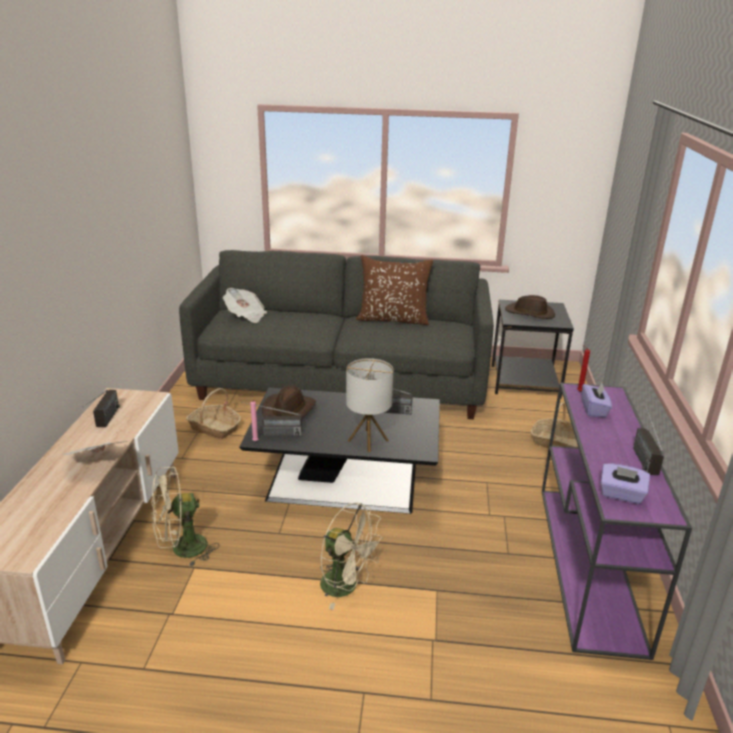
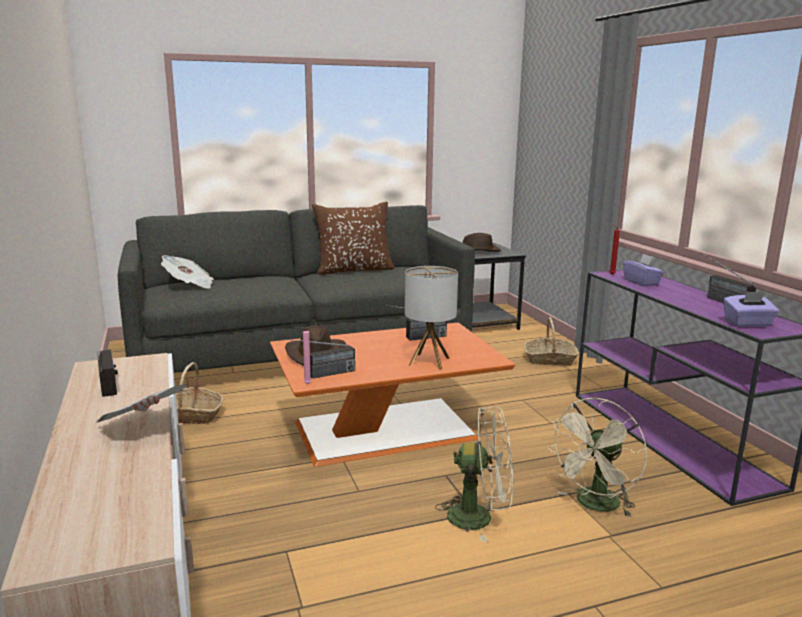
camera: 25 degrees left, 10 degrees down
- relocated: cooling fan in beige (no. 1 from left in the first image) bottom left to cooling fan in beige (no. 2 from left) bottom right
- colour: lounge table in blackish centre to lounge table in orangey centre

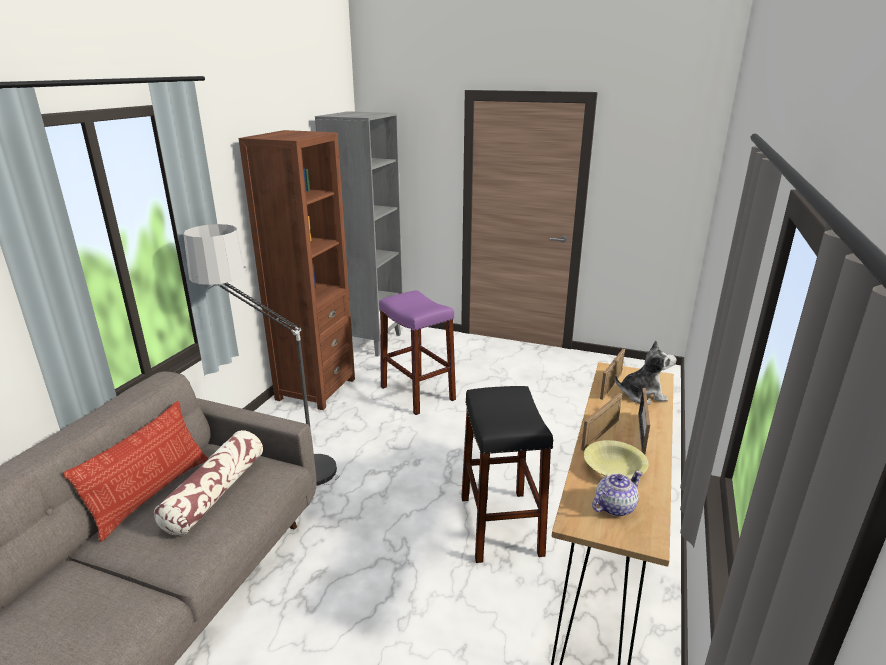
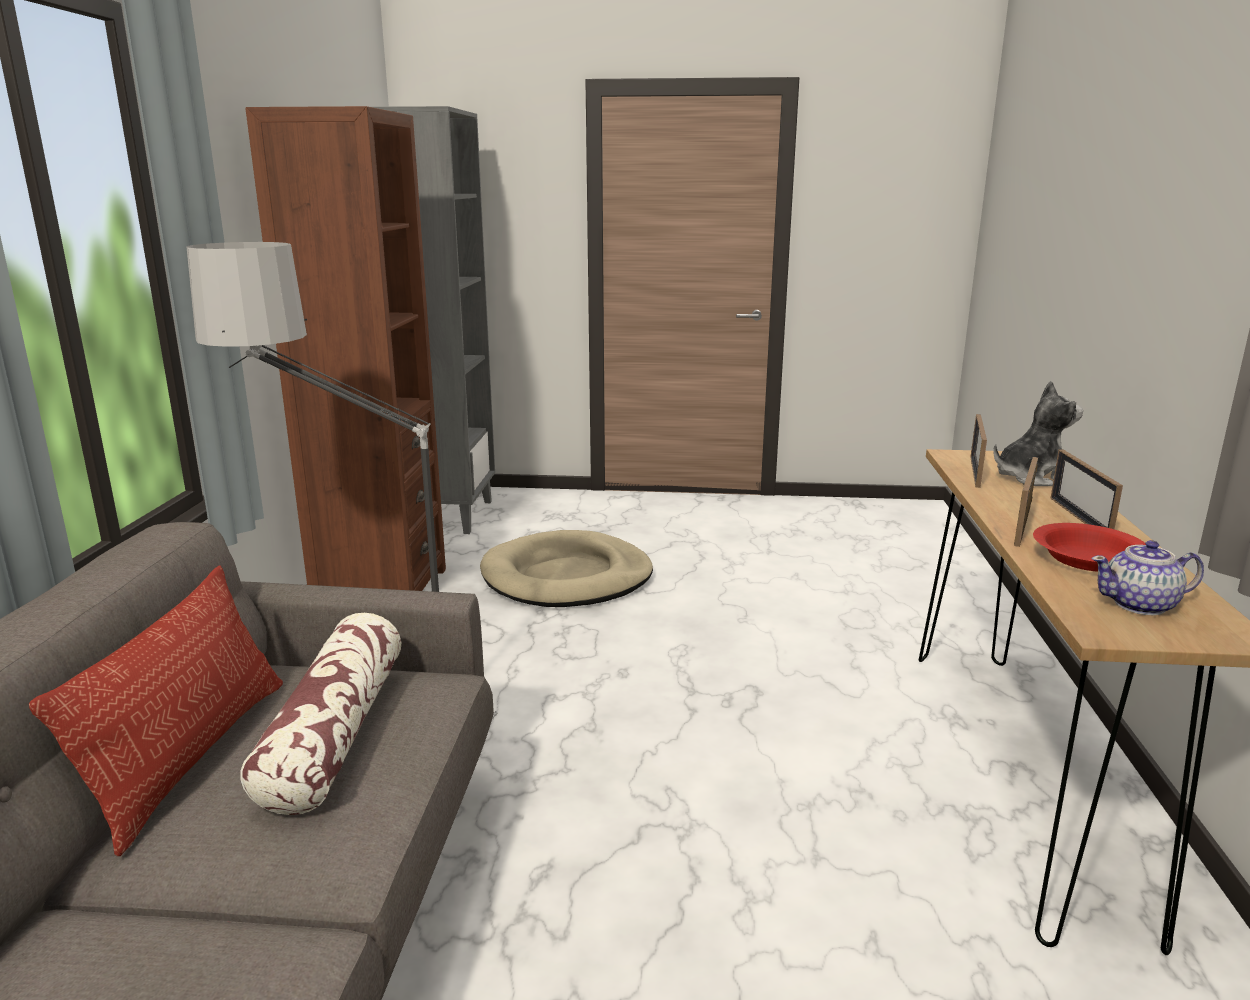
camera: 15 degrees left, 5 degrees down
- missing: stool seat in blackish bottom centre
- exchanged: stool seat in purplish centre to dog bed in beige centre
- colour: bowl in yellowish bottom right to bowl in red-coloured middle right
- spun: teapot bottom right = middle right 135 degrees counterclockwise

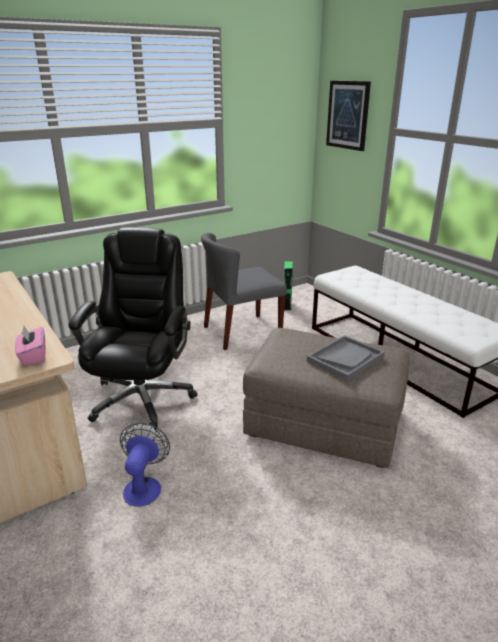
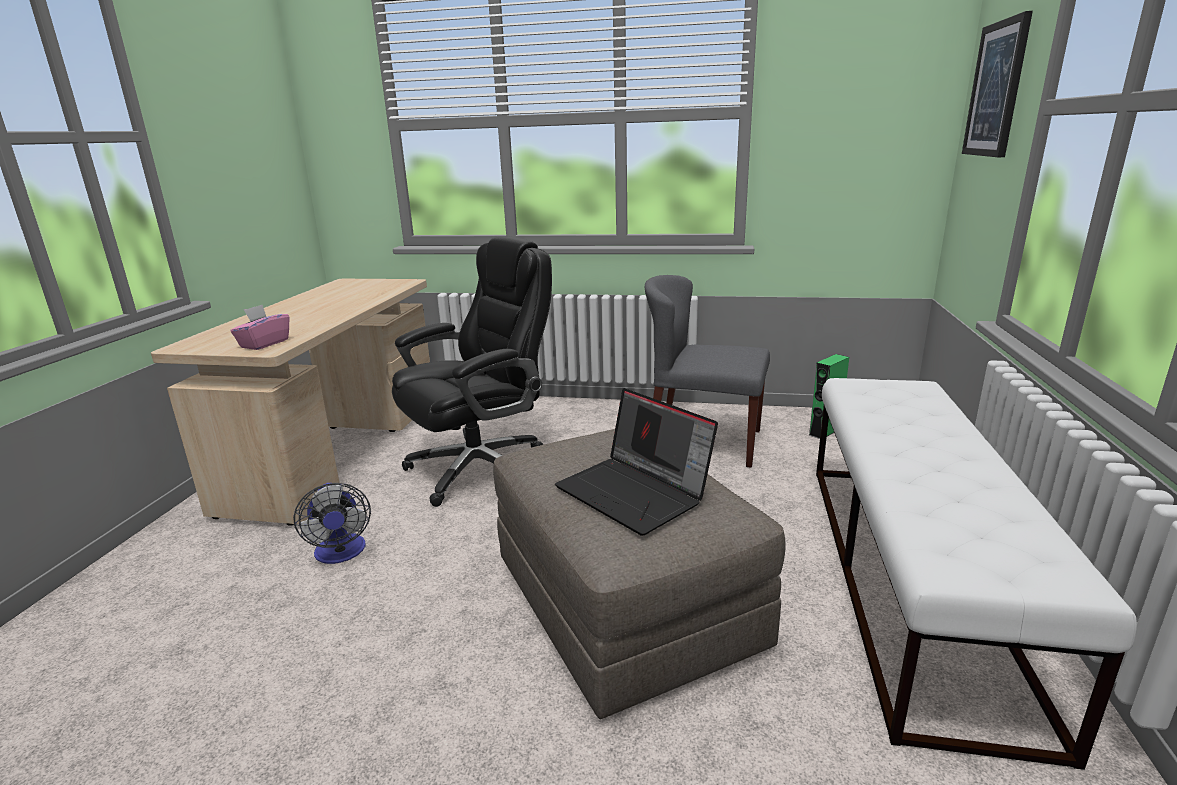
camera: 45 degrees right, 5 degrees down
- exchanged: tray in greyish middle right to laptop centre
- spun: cooling fan bottom left = middle left 105 degrees clockwise

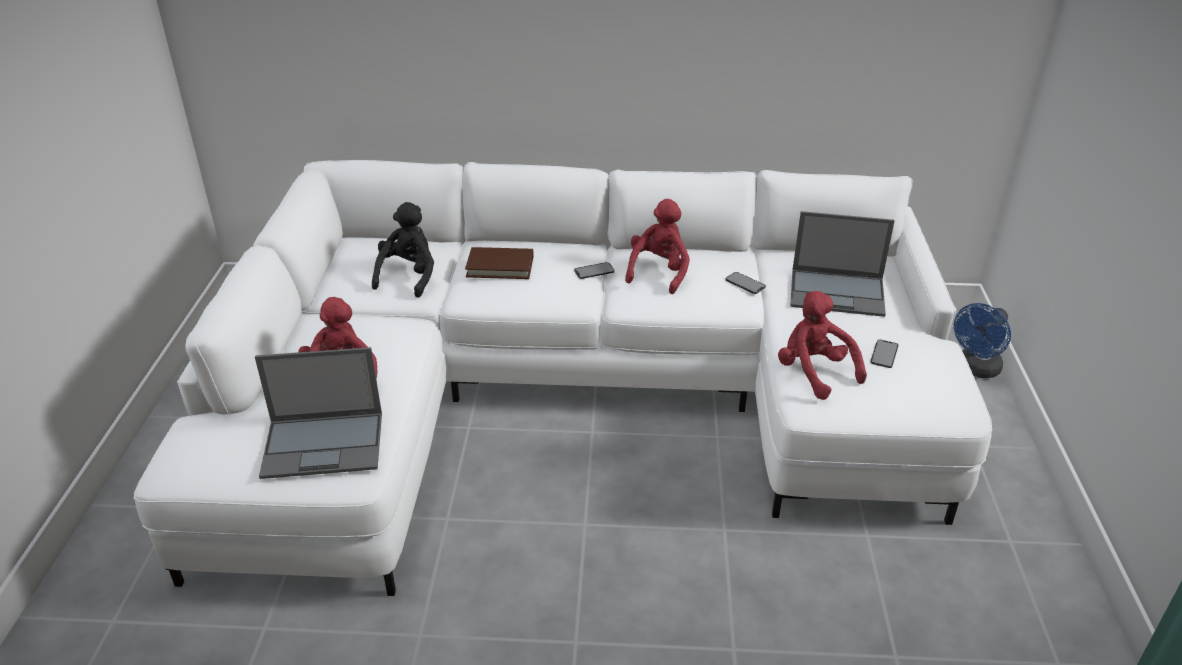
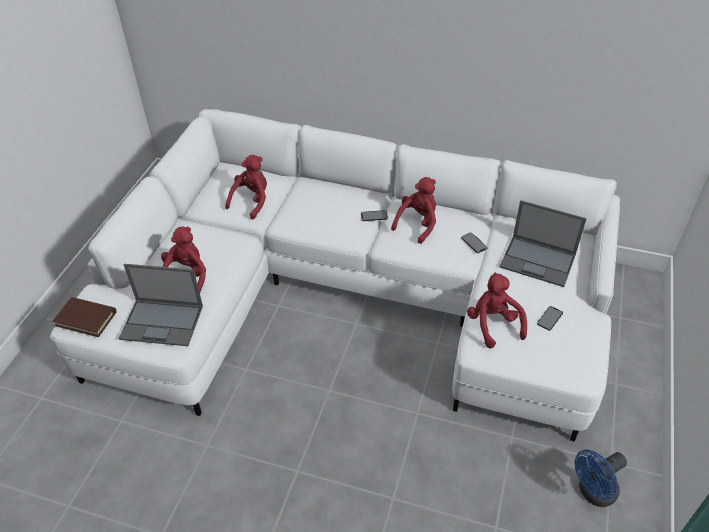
camera: 15 degrees right, 10 degrees up
- relocated: book in brownish centre to middle left
- relocated: cooling fan in blue-coloured middle right to bottom right
- colour: cuddly toy in blackish centre to cuddly toy in red-coloured (no. 2 from left) centre

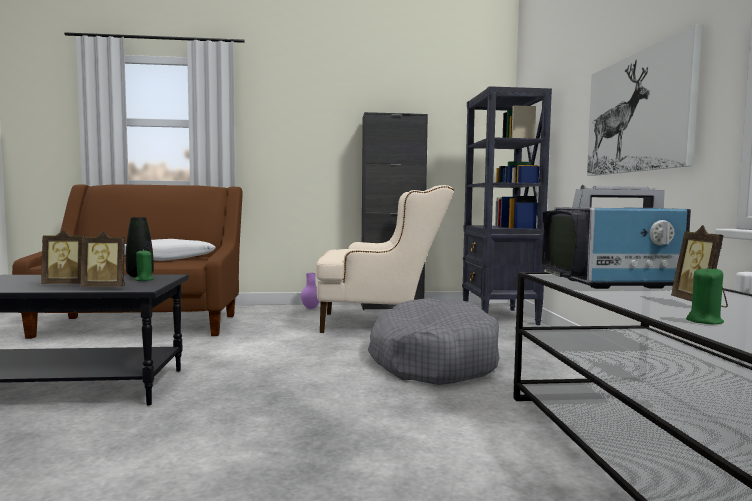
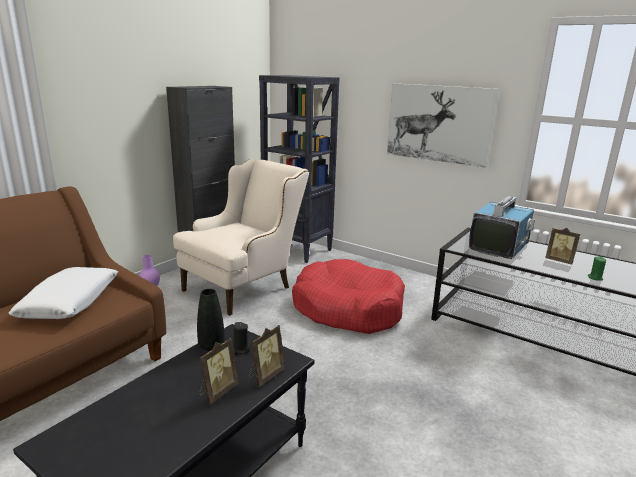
camera: 50 degrees left, 15 degrees up
- colour: wax candle in greenish (no. 1 from left) middle left to wax candle in blackish bottom centre
- colour: dog bed in greyish bottom centre to dog bed in red-coloured centre

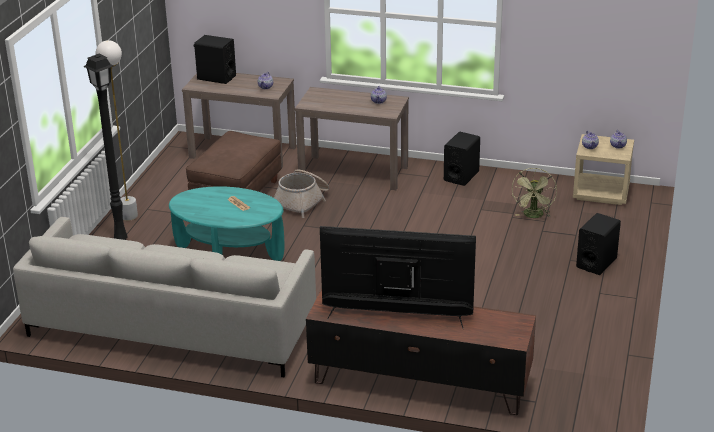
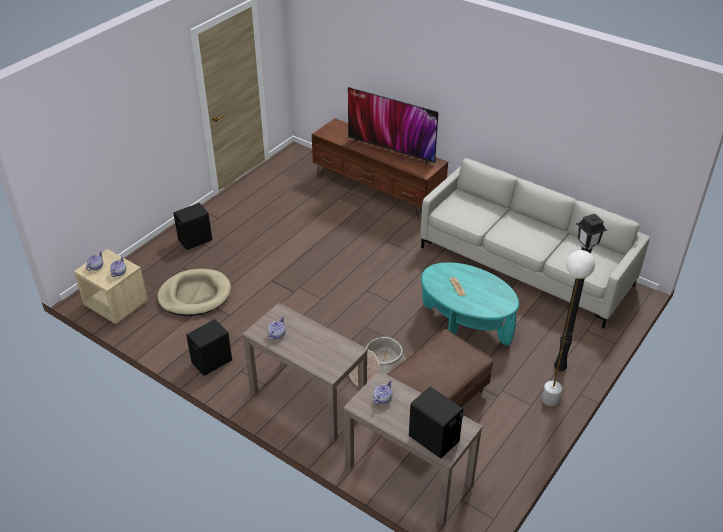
camera: 160 degrees left, 10 degrees up
- exchanged: cooling fan in greenish middle right to dog bed in beige middle left

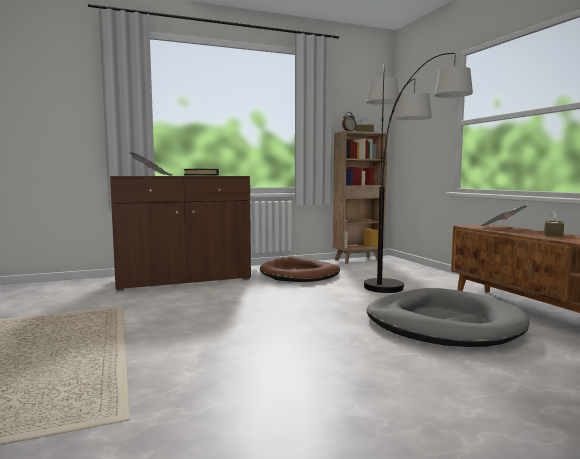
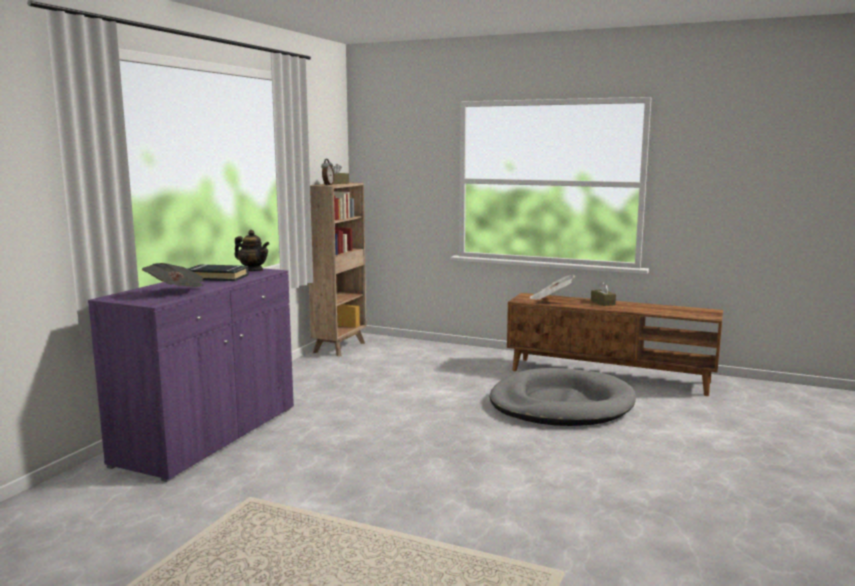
camera: 45 degrees left, 5 degrees up
- missing: dog bed in brownish centre
- missing: standing lamp middle right
- appeared: teapot middle left
- colour: cabinet in brownish middle left to cabinet in purplish middle left

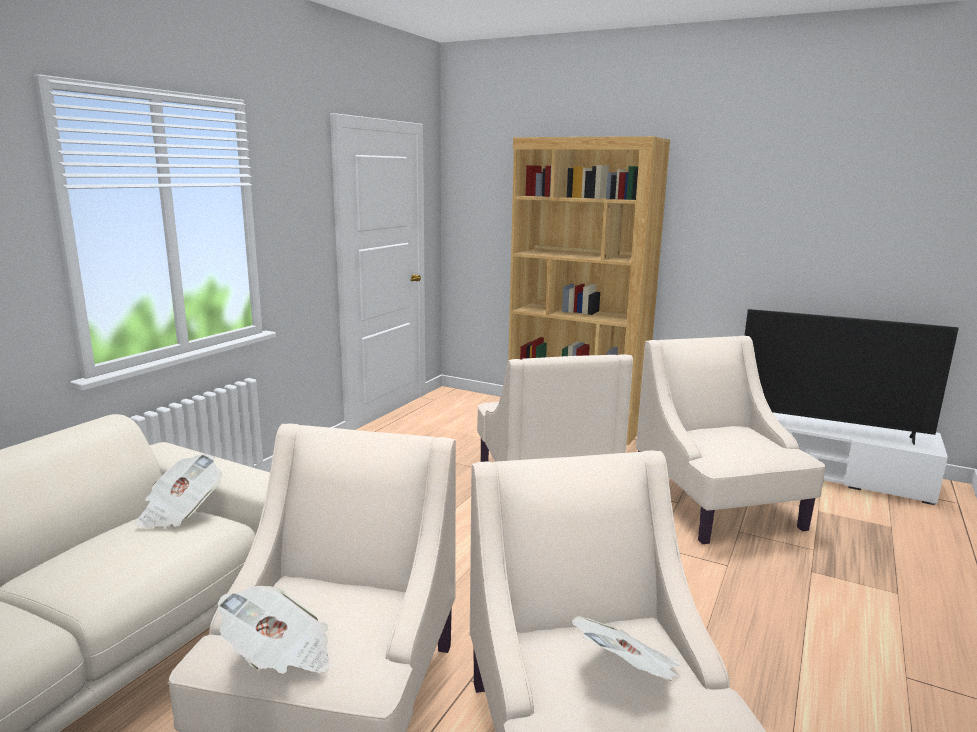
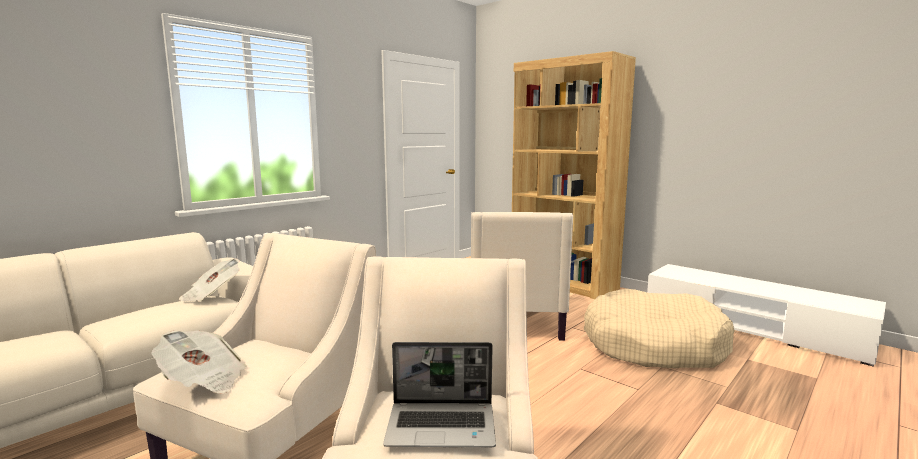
camera: 15 degrees right, 5 degrees down
- missing: television middle right
- exchanged: daily paper (no. 3 from left) bottom centre to laptop bottom centre
- exchanged: armchair in beige (no. 4 from left) middle right to dog bed in beige bottom right

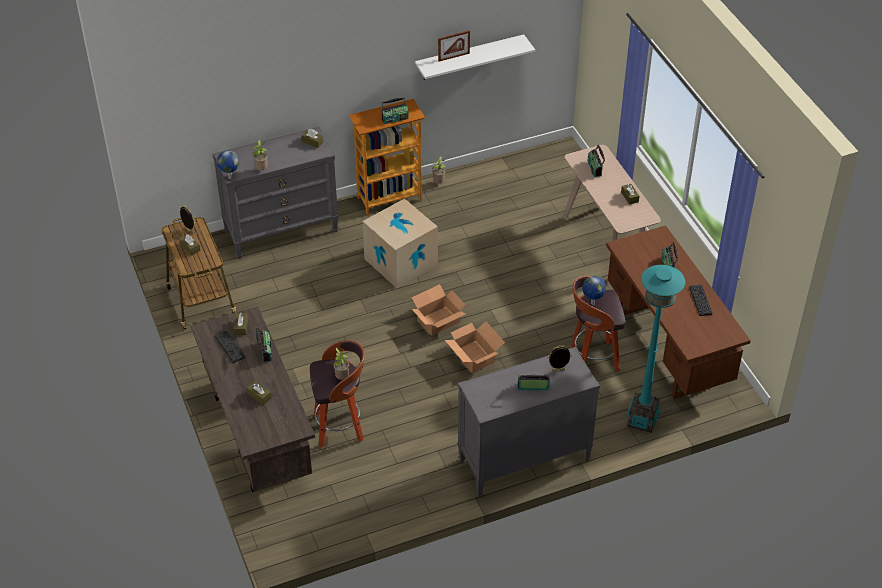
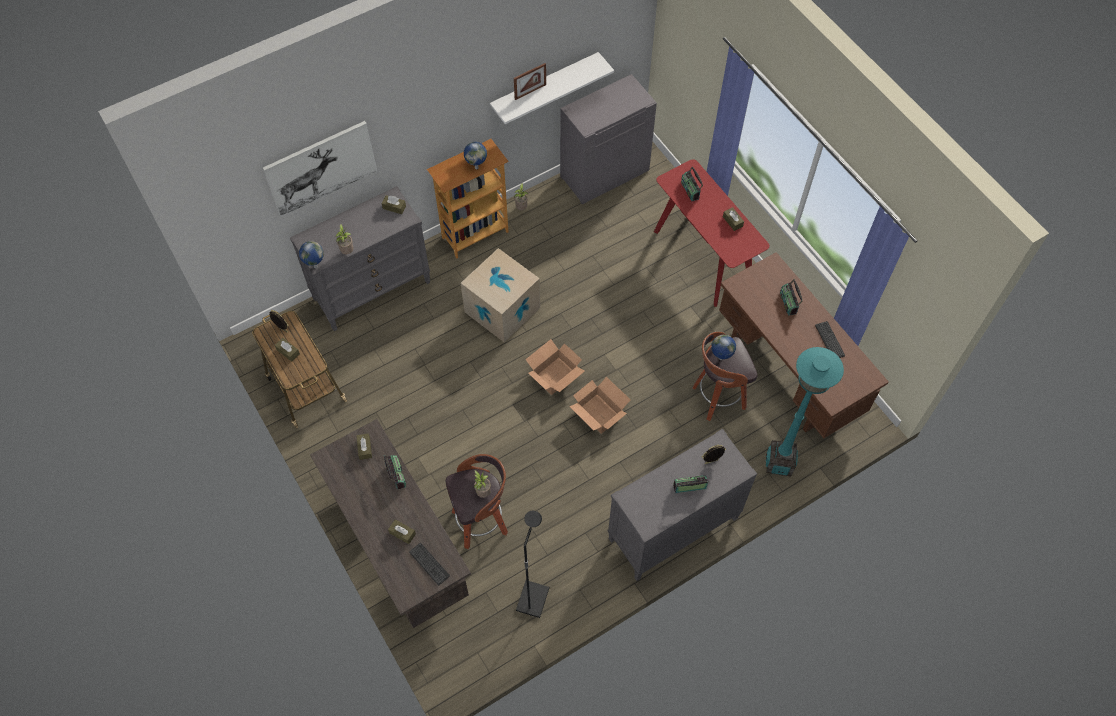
camera: 10 degrees left, 15 degrees up
- appeared: wall art top left
- appeared: standing lamp in blackish bottom centre
- appeared: cabinet in greyish top centre
- relocated: computer keyboard (no. 1 from left) middle left to bottom centre
- exchanged: radio (no. 2 from left) top centre to world globe (no. 2 from left) top centre
- colour: console table in beige middle right to console table in red-coloured top centre

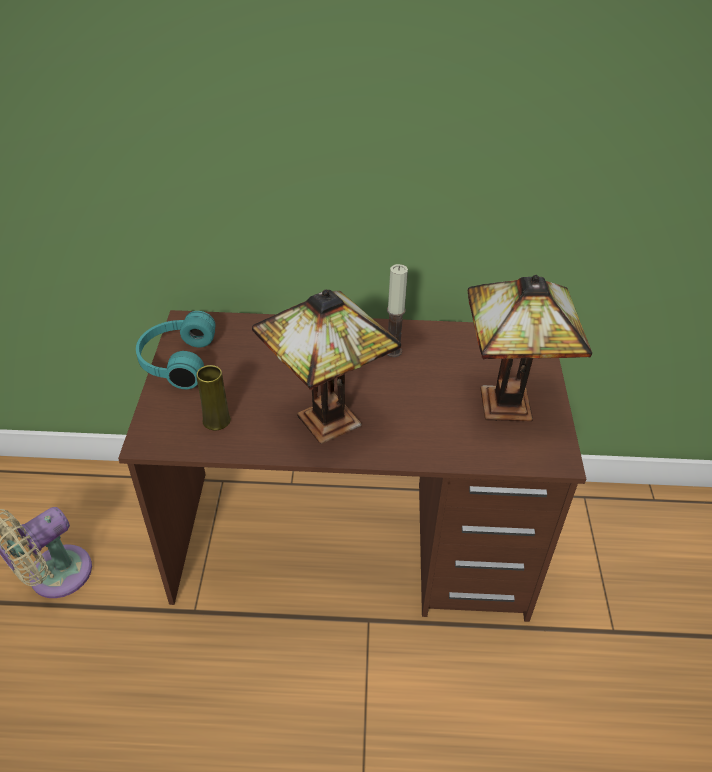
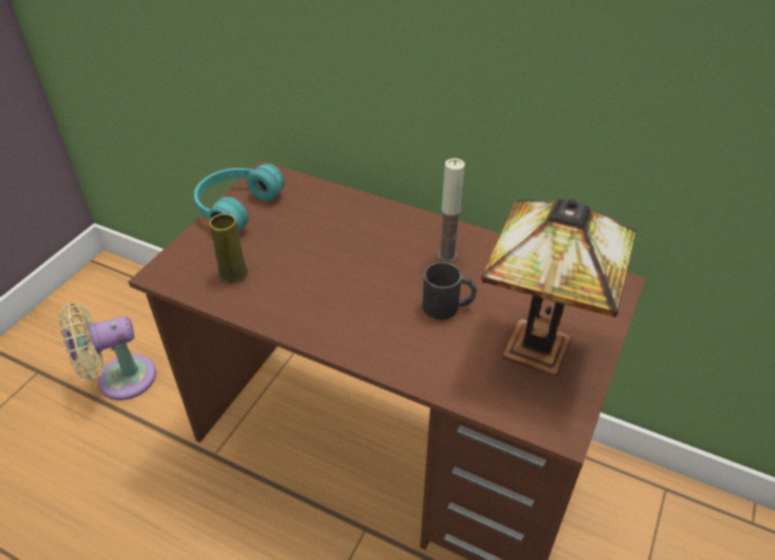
camera: 25 degrees right, 0 degrees up
- missing: lamp for a table (no. 1 from left) centre
- appeared: mug in blackish centre

